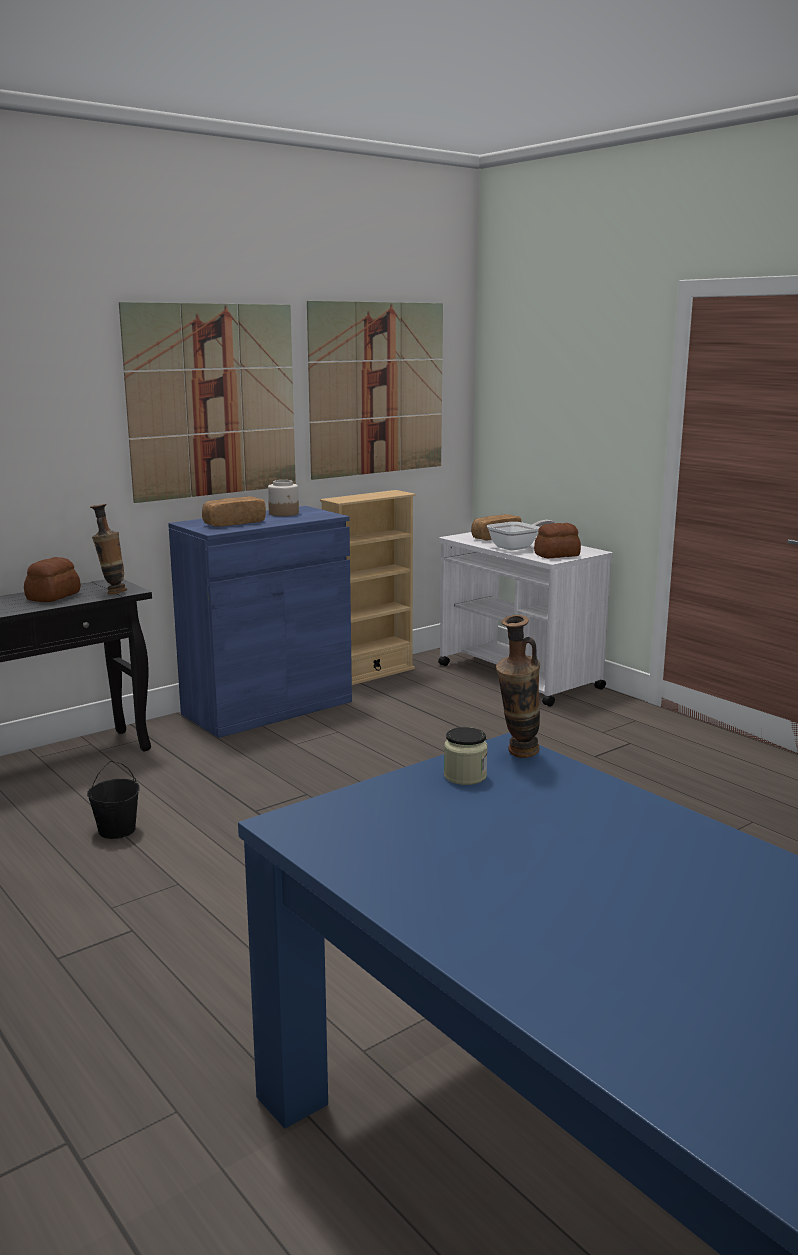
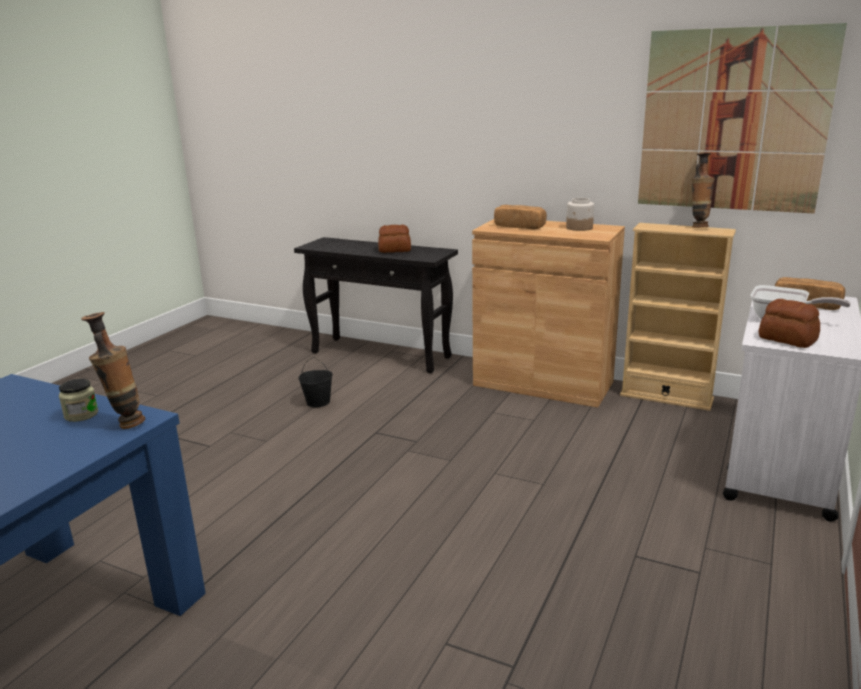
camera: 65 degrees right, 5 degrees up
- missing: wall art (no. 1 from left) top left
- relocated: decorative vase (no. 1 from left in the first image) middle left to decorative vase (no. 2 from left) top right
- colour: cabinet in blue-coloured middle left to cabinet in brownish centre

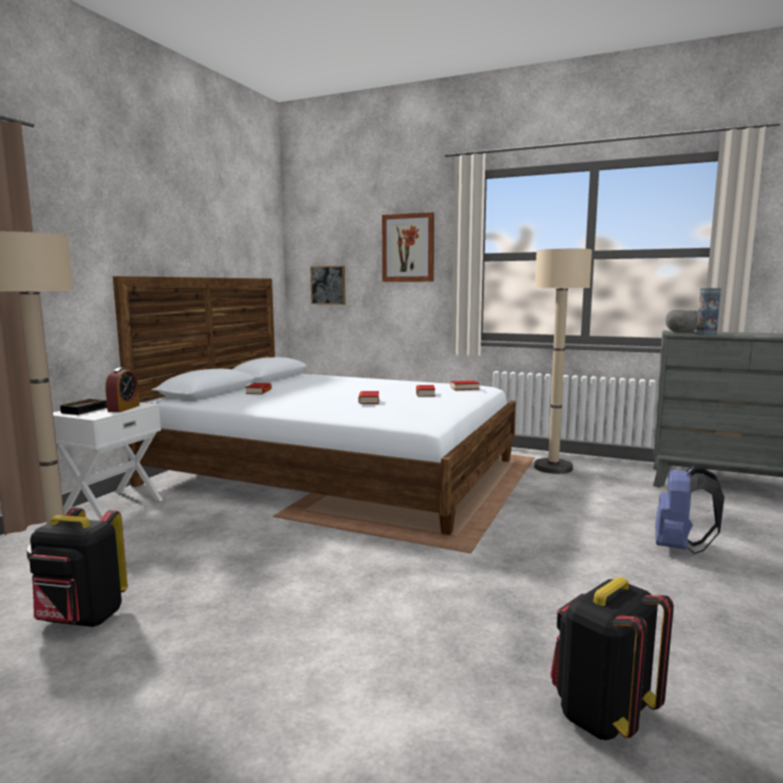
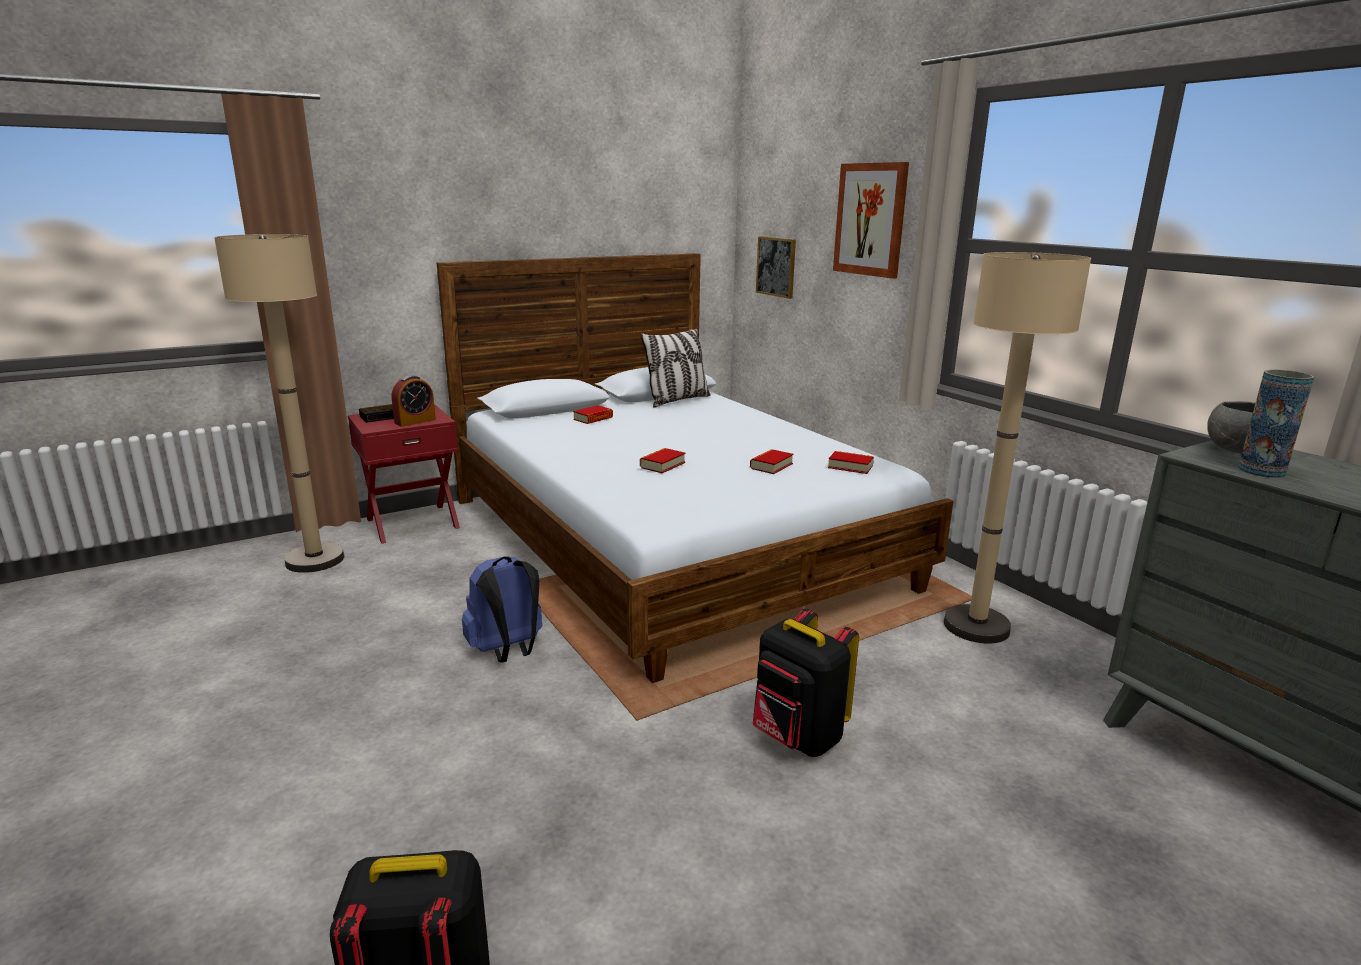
camera: 35 degrees right, 10 degrees up
- appeared: pillow centre
- relocated: rucksack in blackish (no. 1 from left in the first image) bottom left to rucksack in blackish (no. 2 from left) bottom centre
- relocated: rucksack in blue-coloured middle right to centre
- colour: bedside table in white-coloured middle left to bedside table in red-coloured middle left

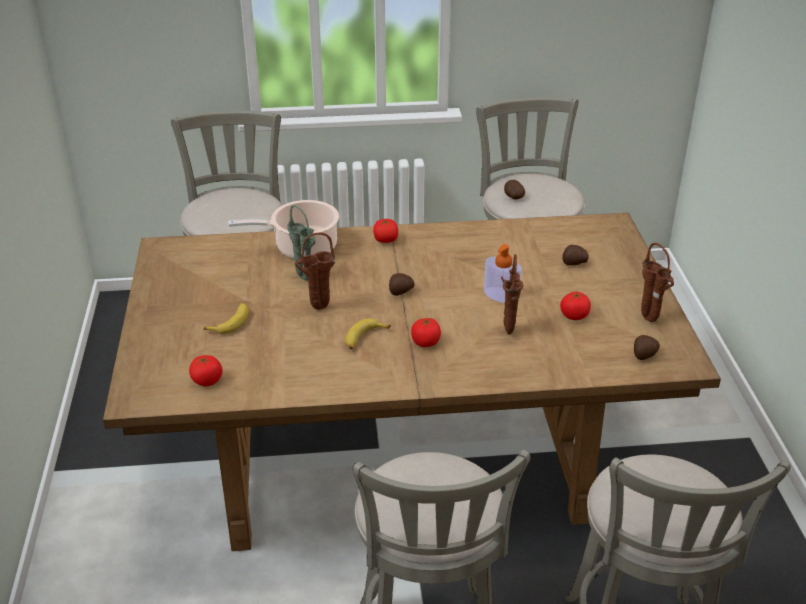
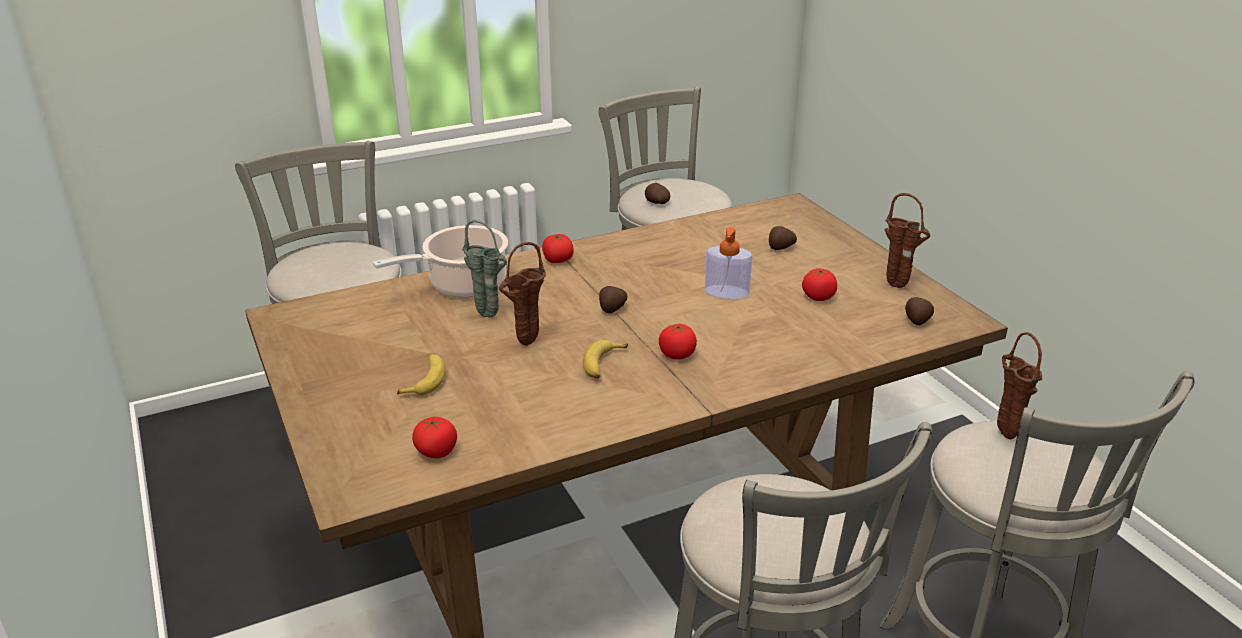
camera: 20 degrees left, 5 degrees down
- relocated: decorative vase in brownish (no. 2 from left in the first image) centre to decorative vase in brownish (no. 3 from left) middle right

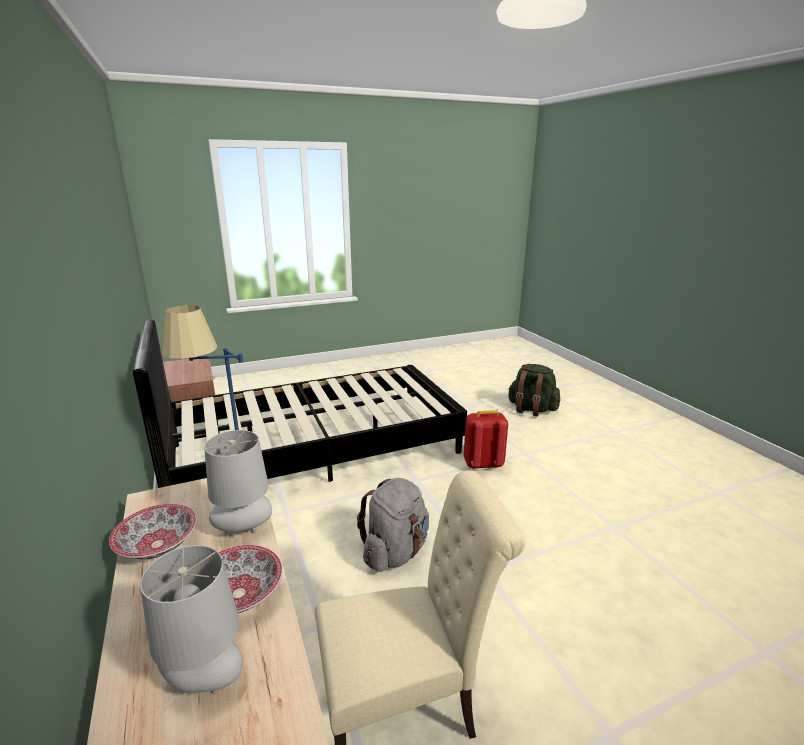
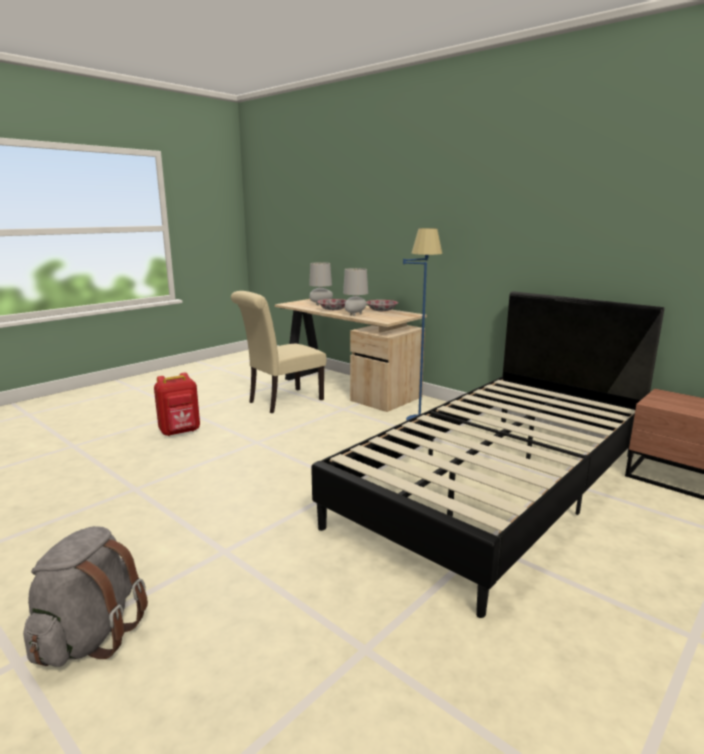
camera: 155 degrees right, 5 degrees down
- missing: rucksack in greenish centre
- relocated: rucksack in greyish bottom centre to bottom left
- relocated: rucksack in red-coloured centre to middle left

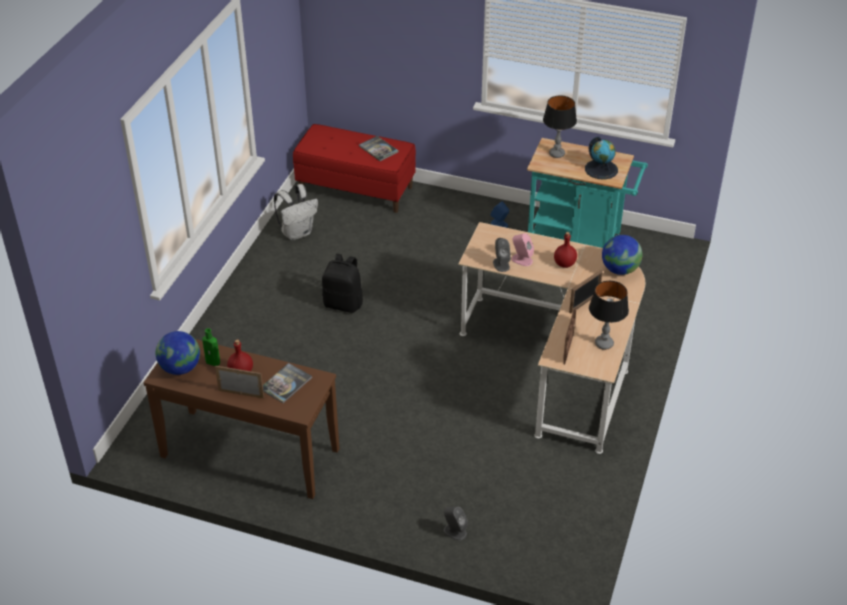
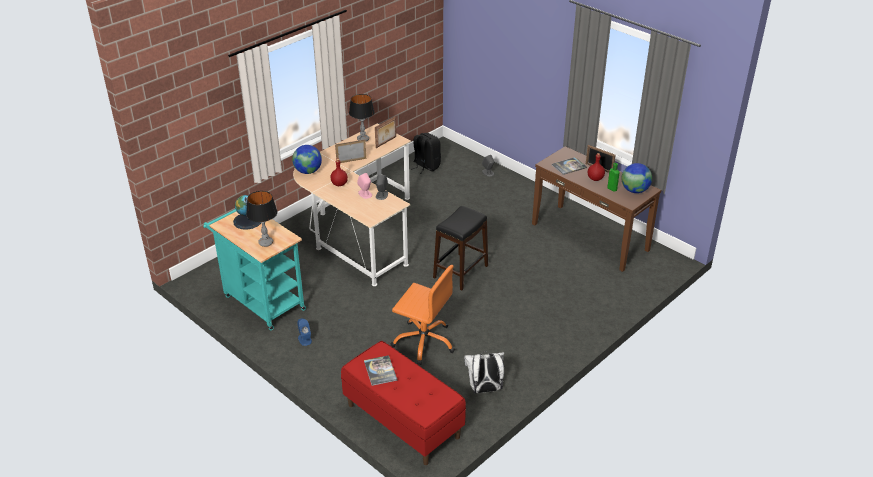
camera: 155 degrees left, 5 degrees down
- appeared: desk chair in orangey centre
- appeared: stool seat in blackish centre
- relocated: rucksack in blackish centre to top centre

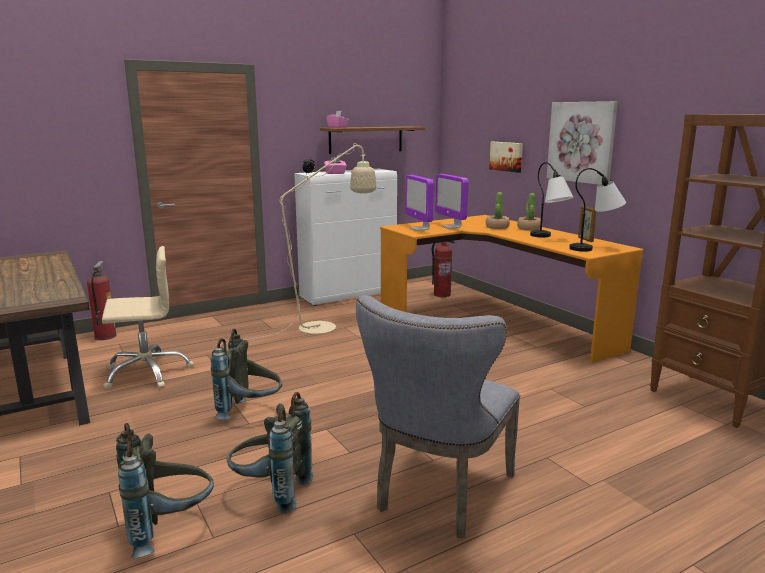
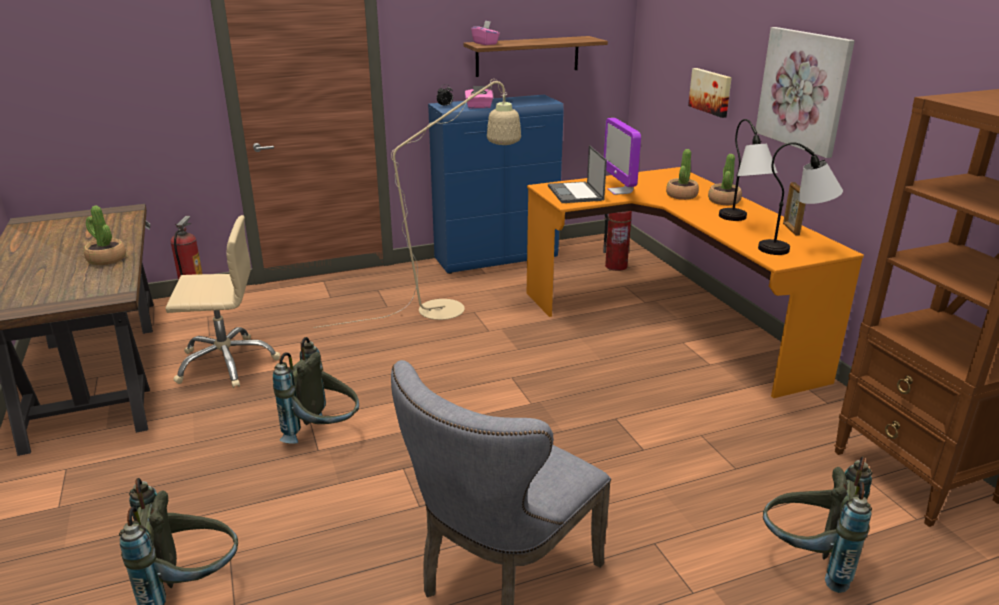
camera: 10 degrees right, 10 degrees up
- appeared: houseplant (no. 1 from left) middle left
- relocated: rucksack in greyish (no. 3 from left) bottom centre to bottom right
- exchanged: computer display (no. 1 from left) centre to laptop top centre
- colour: cabinet in white-coloured centre to cabinet in blue-coloured top centre

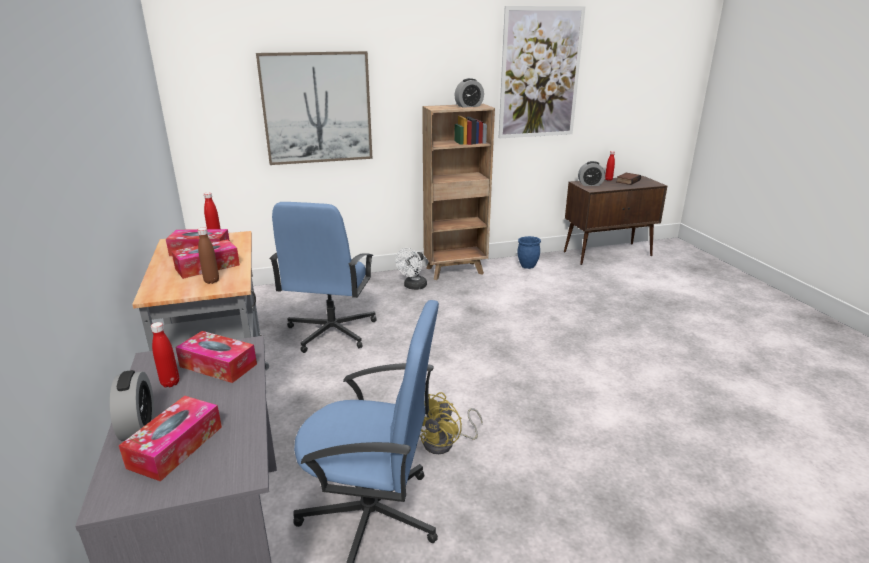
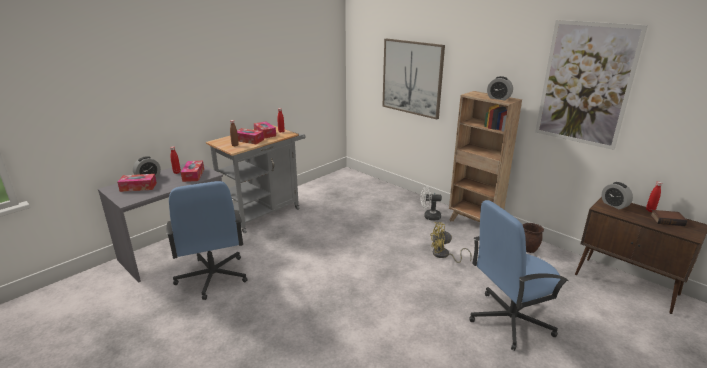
camera: 60 degrees right, 0 degrees up
- relocated: desk chair in blue-coloured (no. 1 from left in the first image) centre to desk chair in blue-coloured (no. 2 from left) bottom right
- relocated: cooling fan in yellowish bottom centre to centre
- colour: plant pot in blue-coloured centre to plant pot in brownish middle right

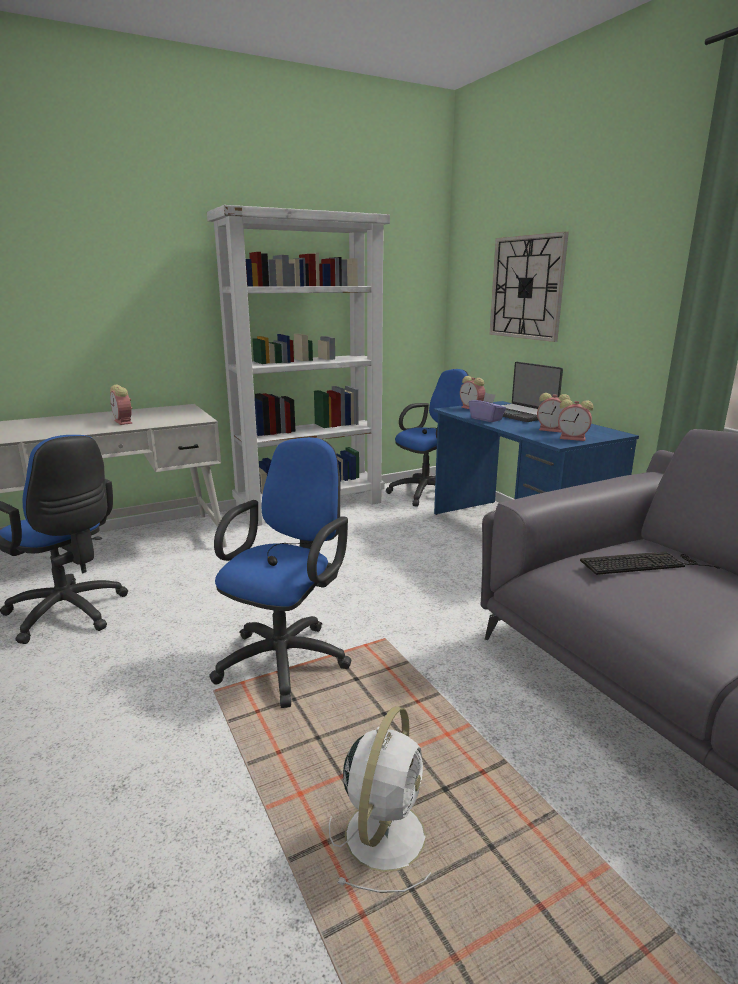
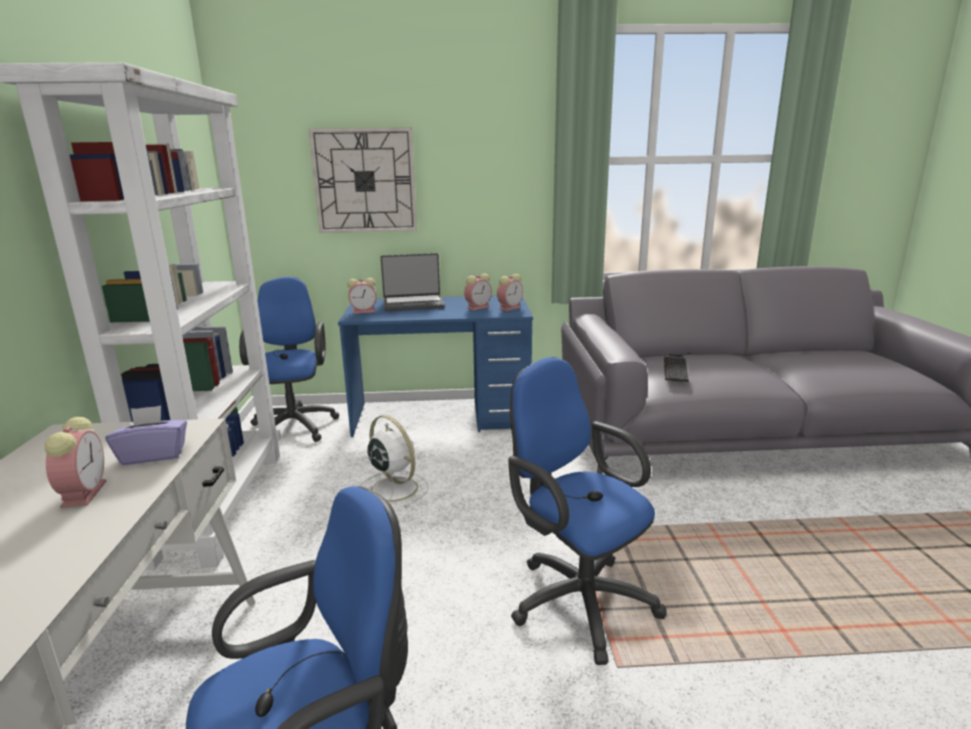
camera: 65 degrees left, 0 degrees up
- relocated: cooling fan in white-coloured bottom centre to centre
- relocated: tissue holder in purplish centre to middle left
- spun: alarm clock (no. 1 from left) middle left = middle left 90 degrees counterclockwise

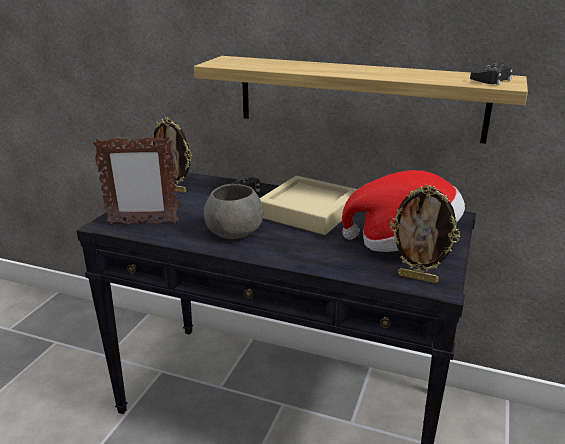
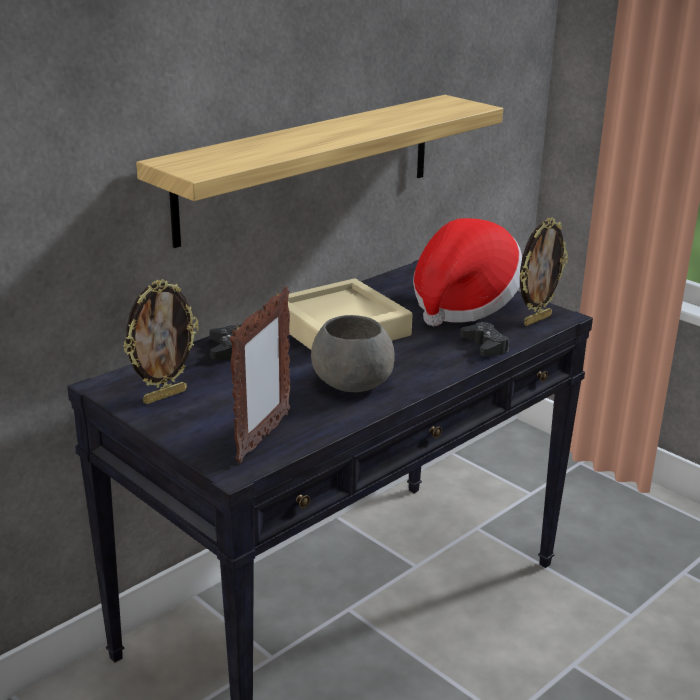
camera: 65 degrees left, 0 degrees up
- relocated: joypad in blackish (no. 2 from left) top right to middle right

